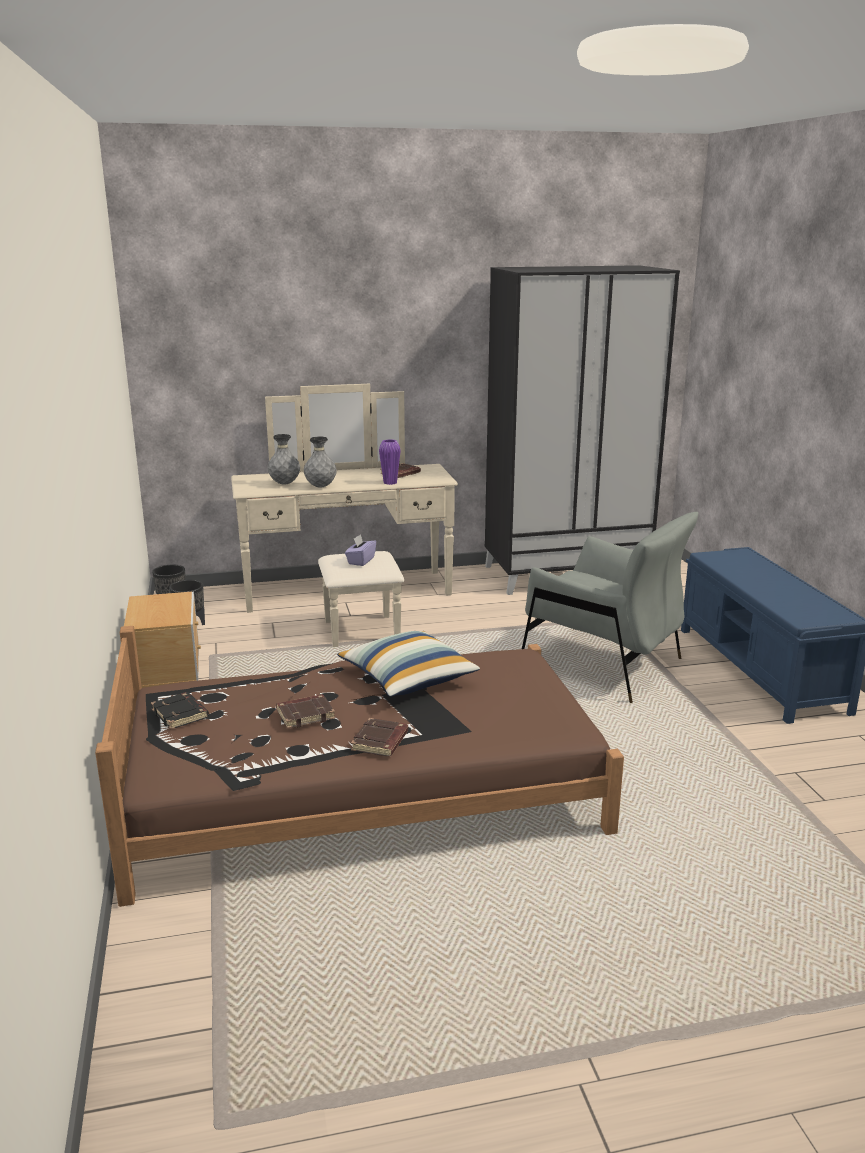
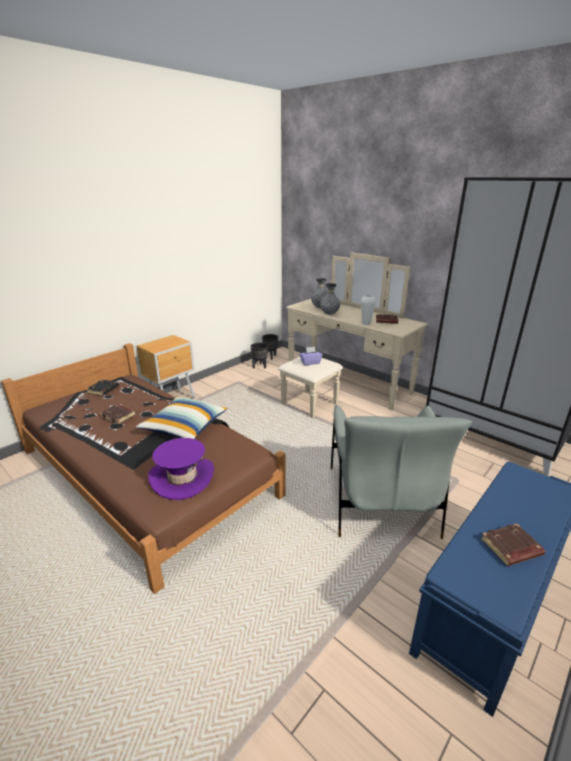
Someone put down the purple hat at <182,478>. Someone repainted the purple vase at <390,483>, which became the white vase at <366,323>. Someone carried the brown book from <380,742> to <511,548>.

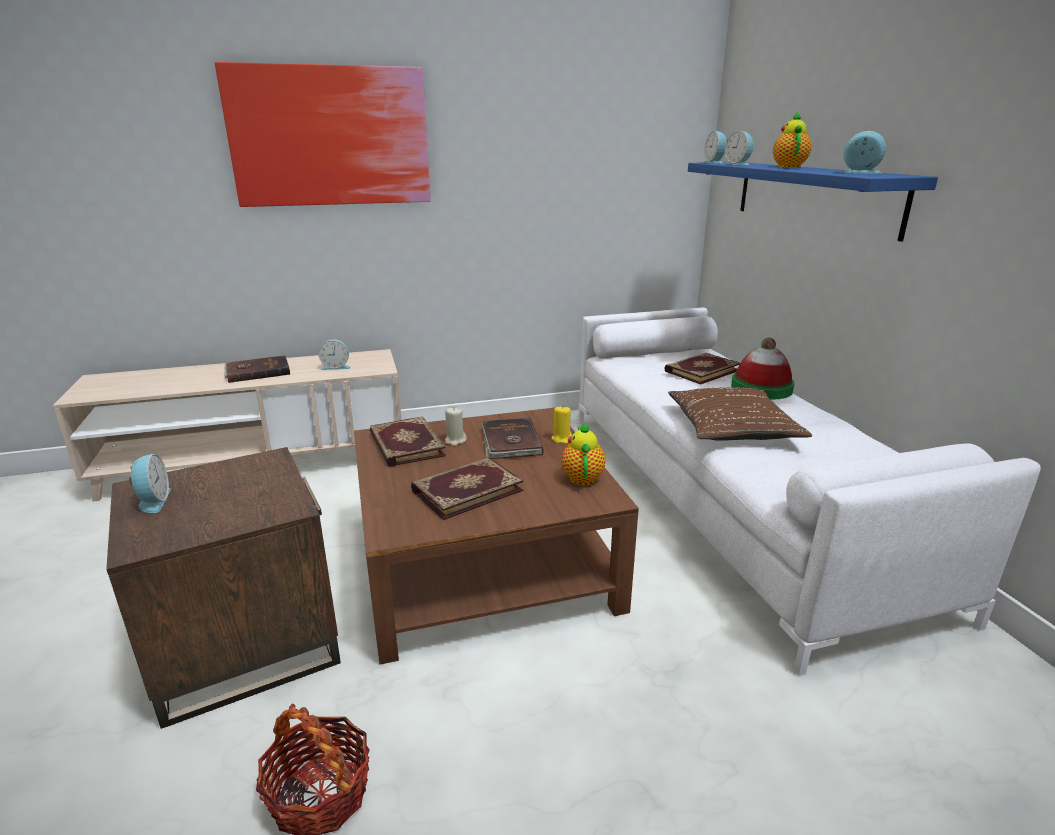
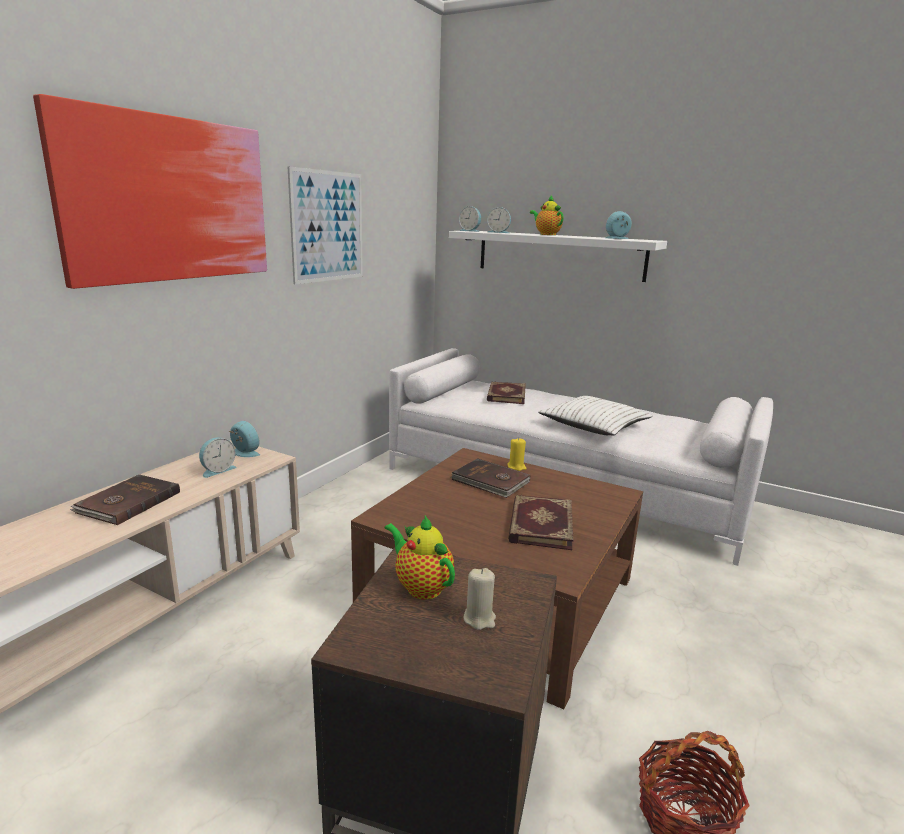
Someone carried the alarm clock from <153,501> to <244,453>. Someone put up the picture at <327,226>. Someone carried the teapot from <582,477> to <421,586>. Someone repainted the blue shelf at <813,196>, which became the white shelf at <559,255>. Someone carried the beige candle from <455,441> to <479,619>. Someone repainted the brown pillow at <732,427>, which became the white pillow at <594,426>. Someone took away the book at <405,445>. Someone took away the hat at <761,388>.

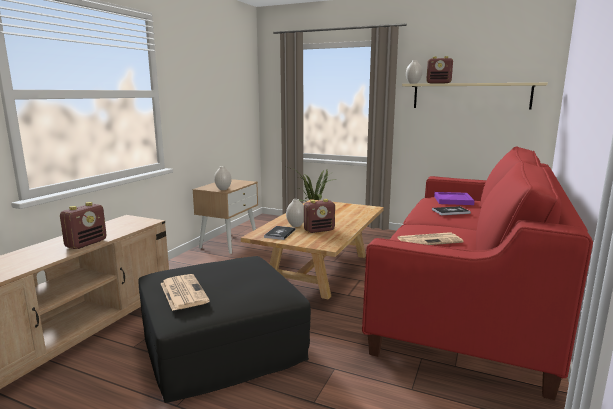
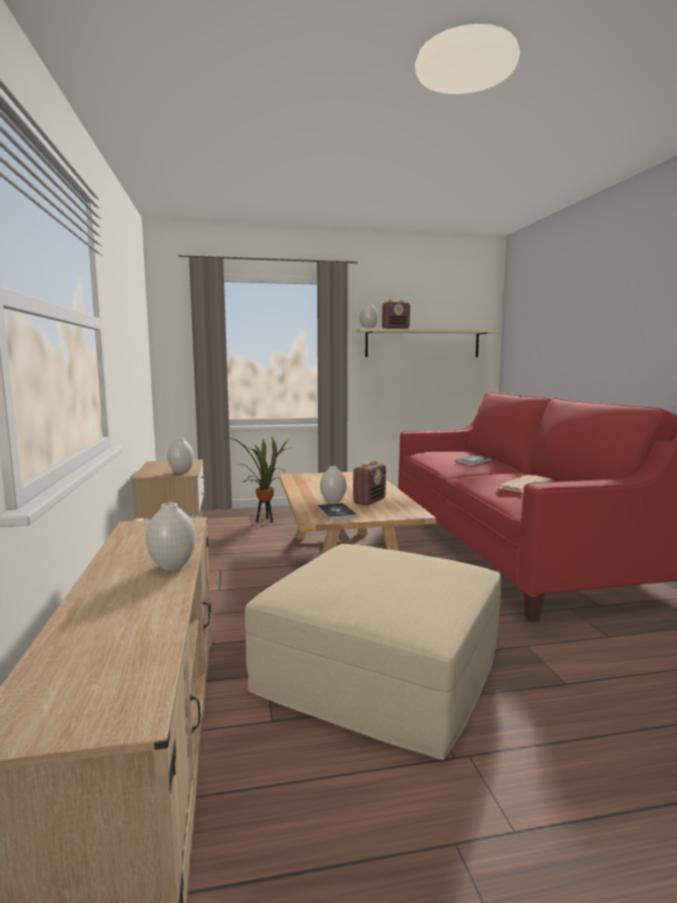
Someone swapped the radio at <86,243> for the white vase at <172,566>. Someone repainted the black ottoman at <222,345>, which became the beige ottoman at <382,670>. Someone took away the newspaper at <183,292>. Someone took away the purple tray at <452,200>.

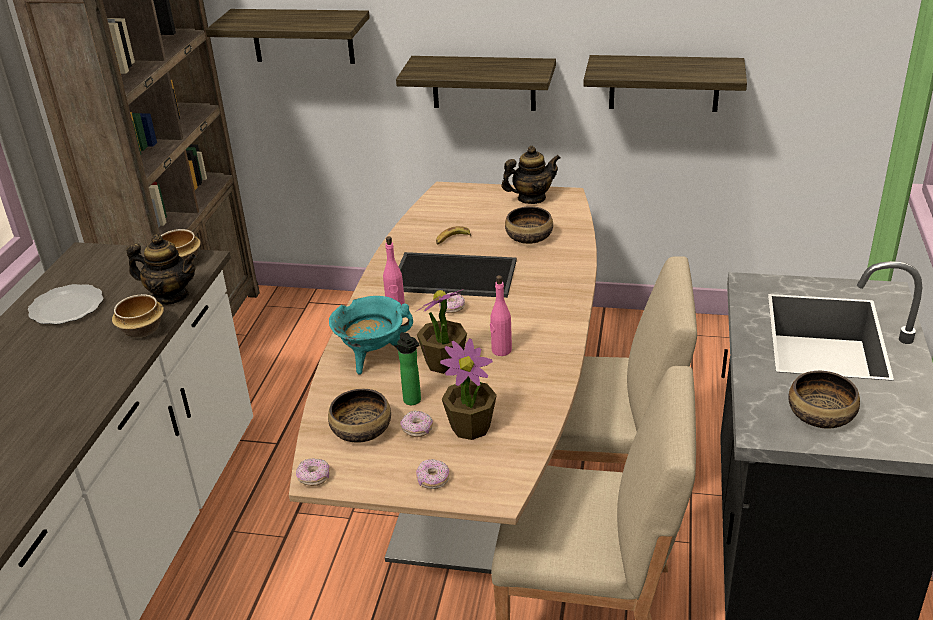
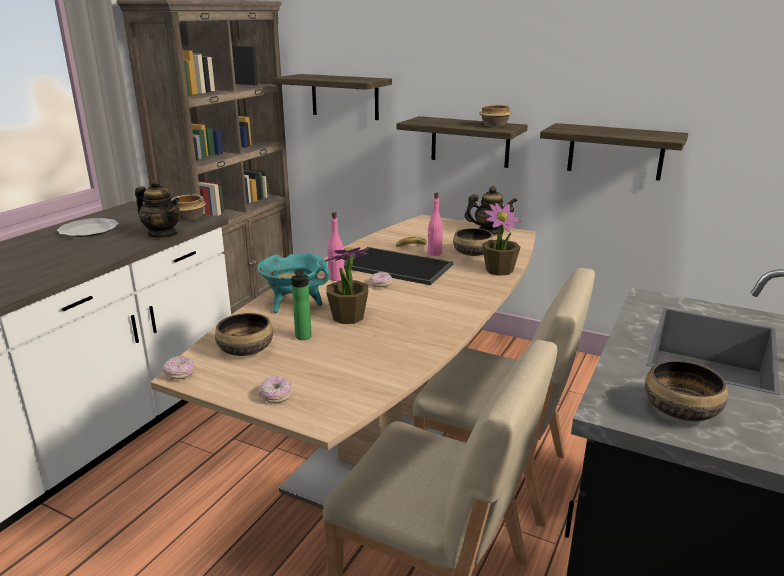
Someone carried the pink bottle from <501,350> to <434,253>. Someone carried the bowl from <143,330> to <495,125>. Someone carried the potted plant from <471,427> to <499,270>. Someone took away the donut at <417,430>.

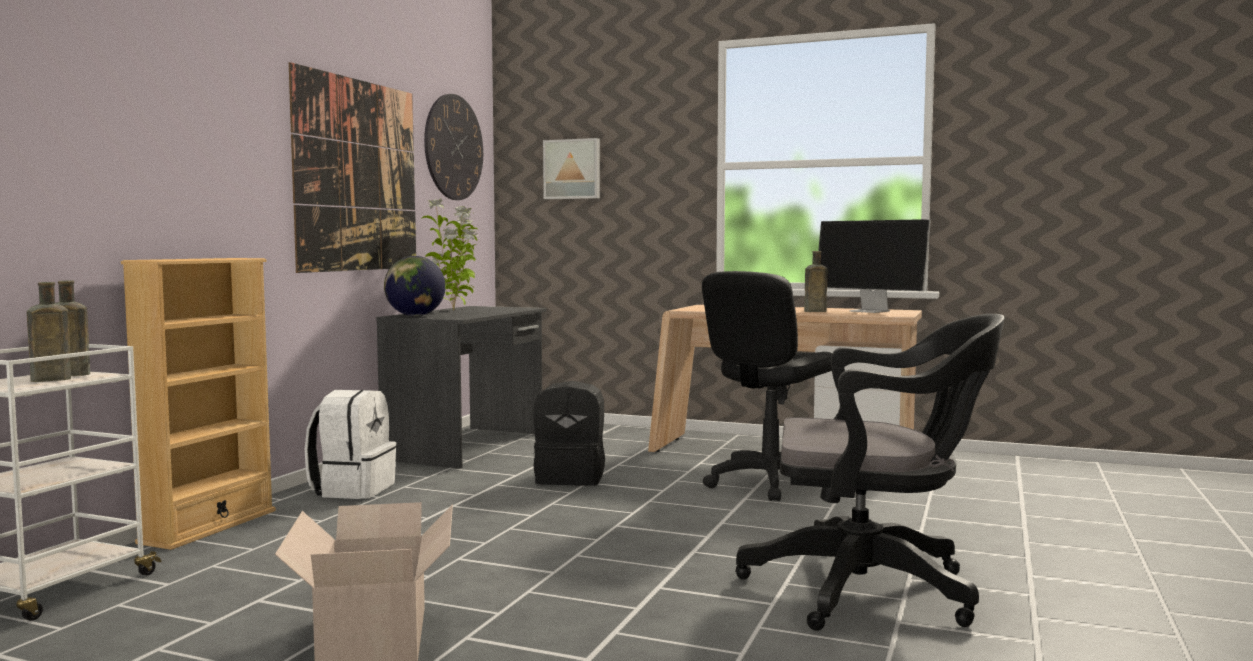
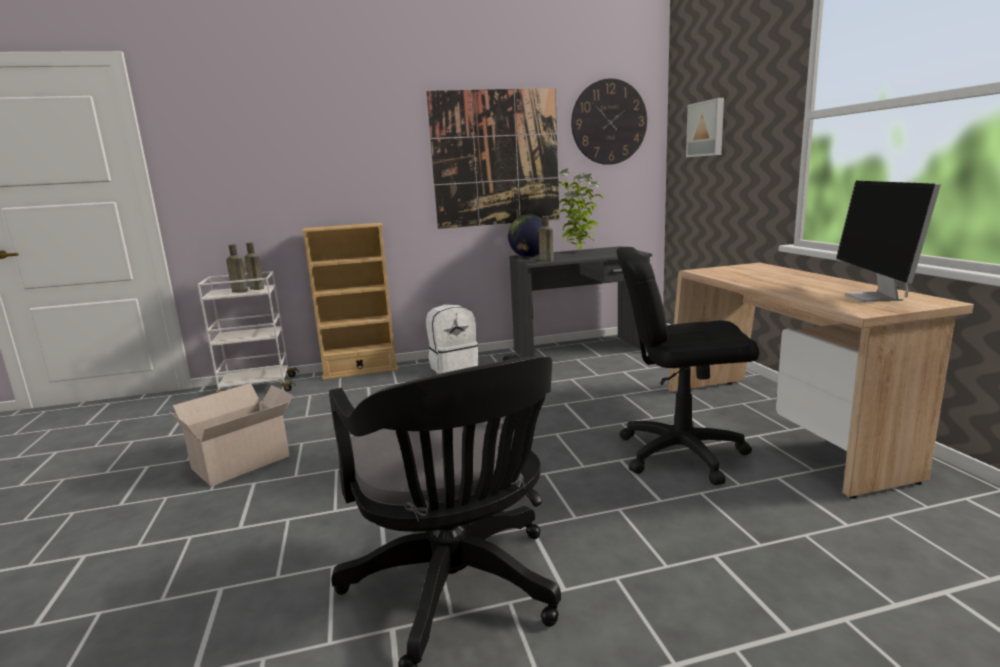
Someone carried the brown bottle from <813,311> to <545,260>. Someone took away the black backpack at <571,478>.

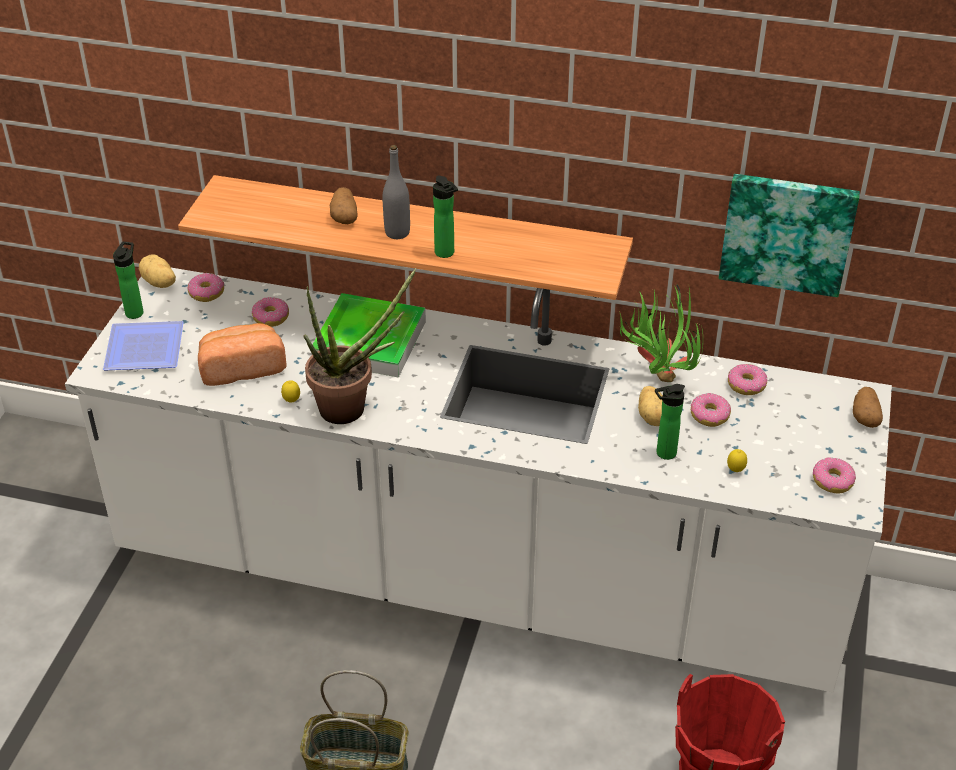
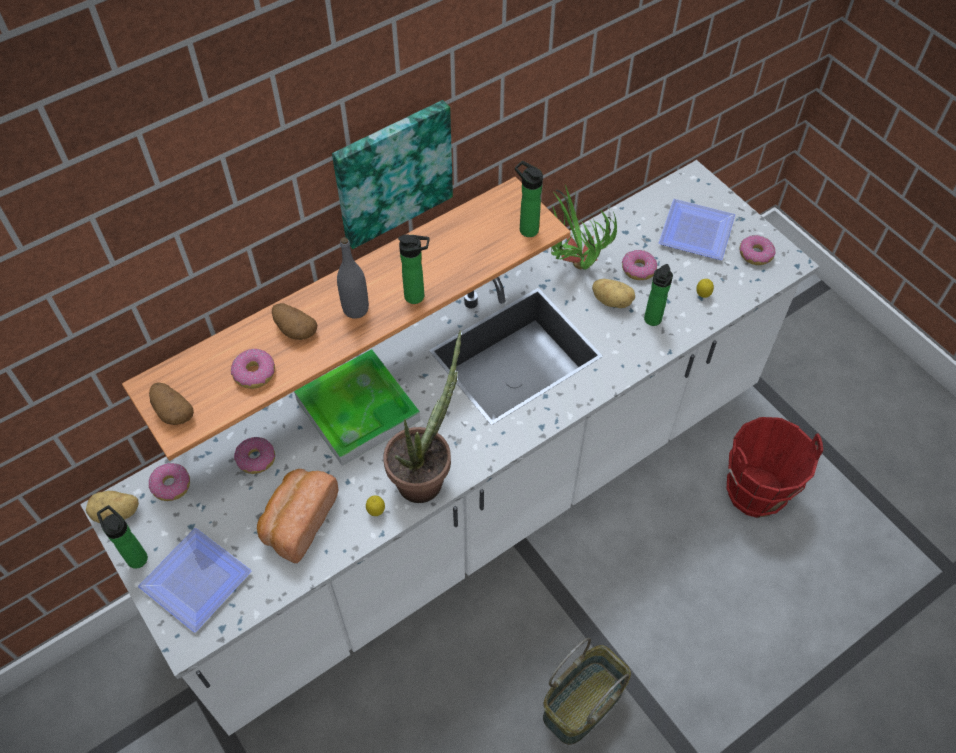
Someone carried the potato from <865,416> to <173,411>. Someone carried the donut from <746,385> to <254,373>. Someone carried the picture from <787,232> to <392,172>. Someone put down the bottle at <526,228>. Someone put down the plate at <693,233>.

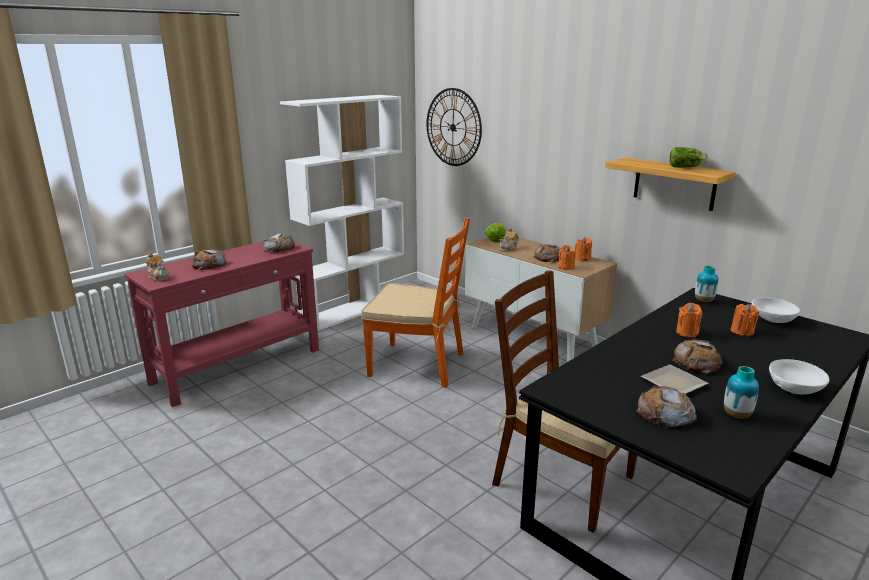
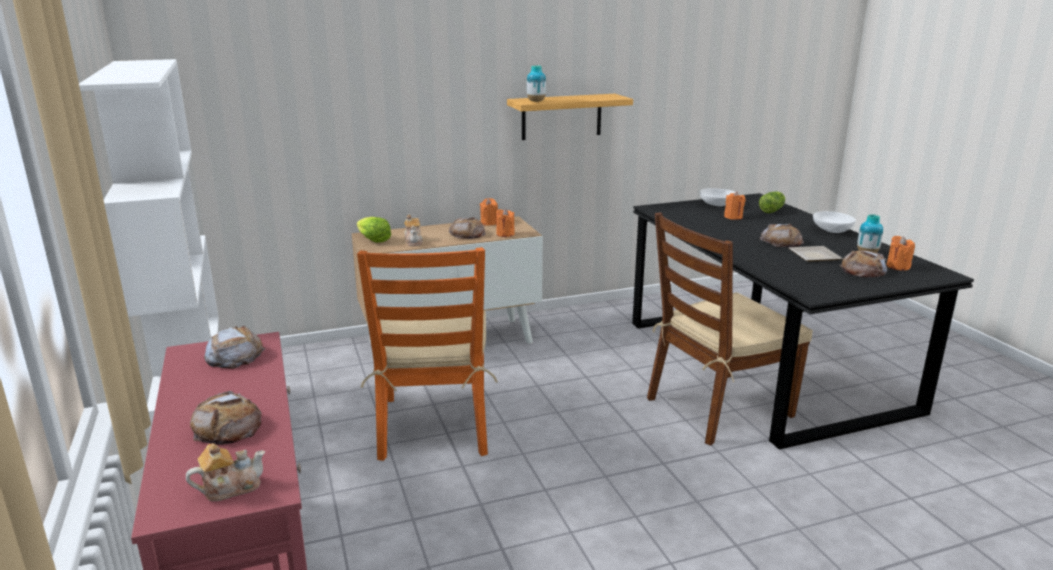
Someone rotated the orange chair at <418,364> by 135 degrees clockwise. Someone carried the vase from <703,301> to <536,101>. Someone carried the lettuce from <687,167> to <772,210>. Someone carried the orange candle from <687,333> to <898,266>. Someone took away the wall clock at <453,127>.

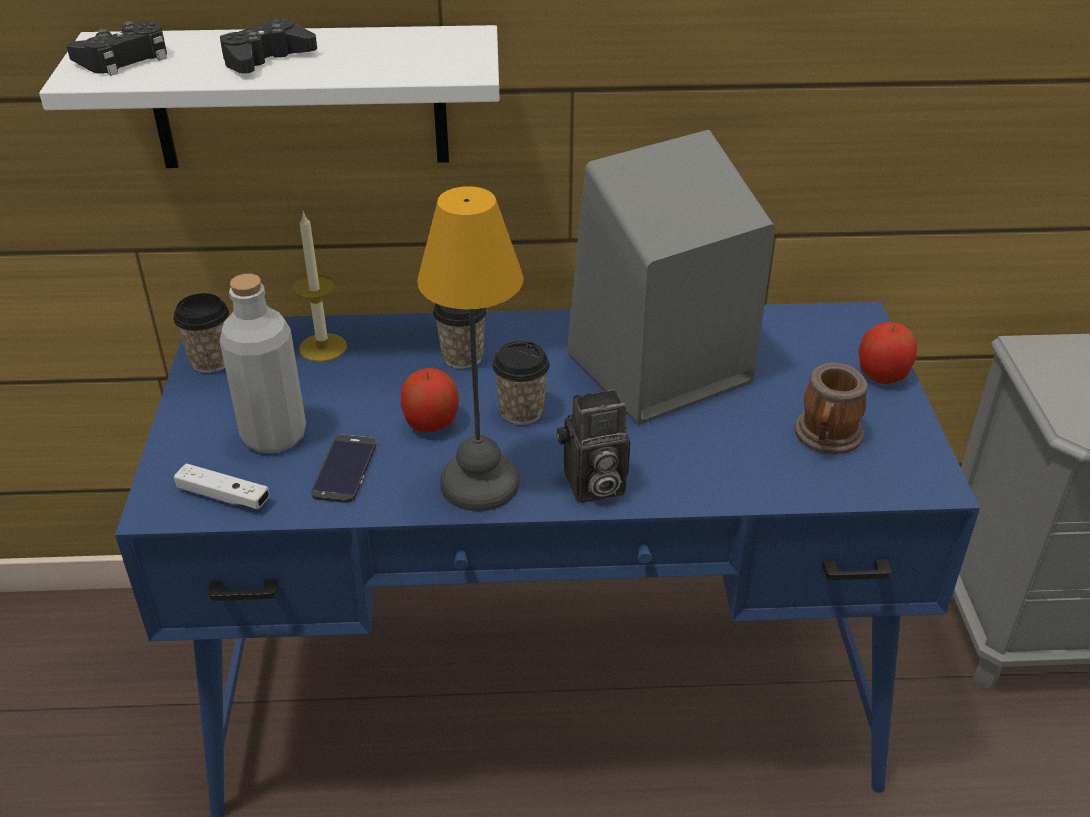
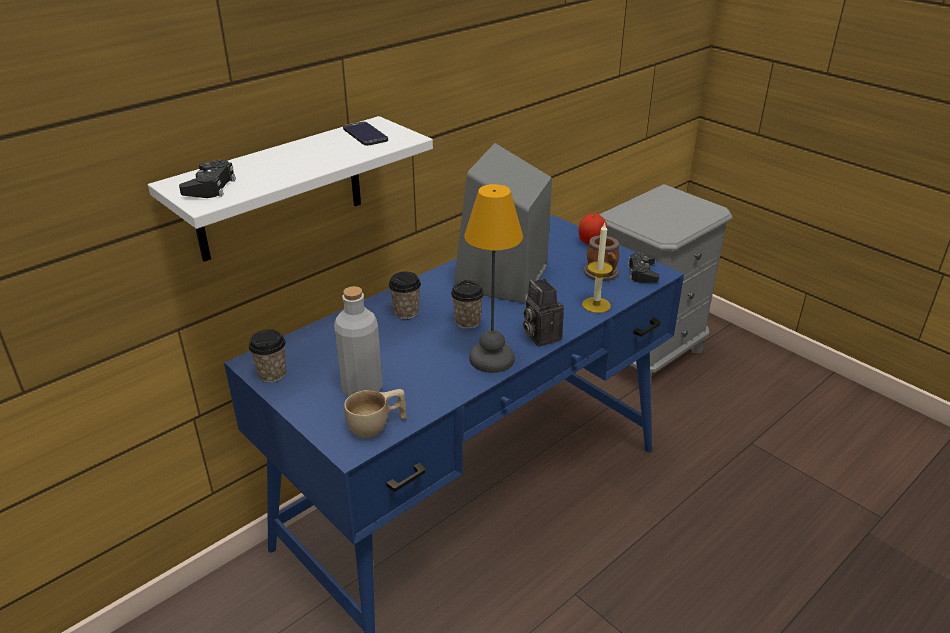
Someone carried the phone from <344,469> to <365,134>. Someone swapped the white game controller at <223,496> for the beige cup at <377,426>. Someone rotated the photo camera at <592,486> by 120 degrees clockwise. Someone carried the candle from <323,347> to <596,305>. Someone carried the black game controller from <266,59> to <642,273>. Someone took away the apple at <431,424>.

